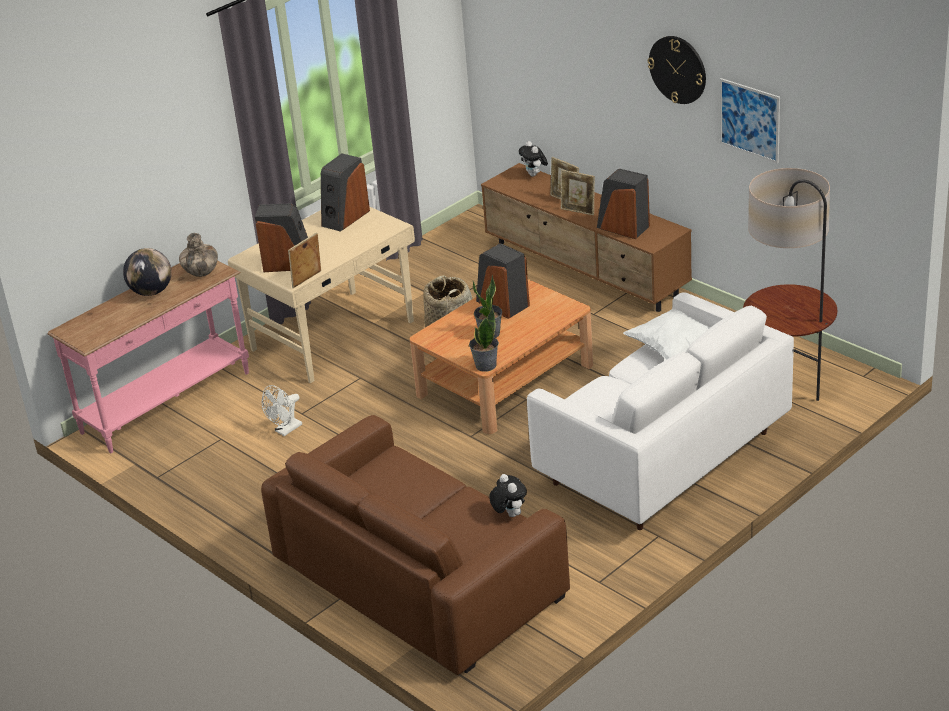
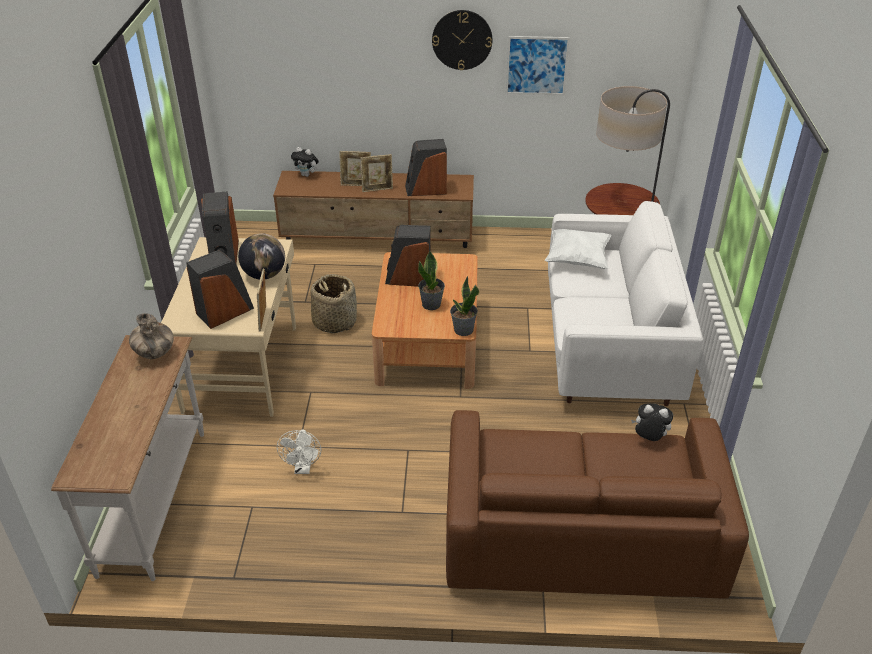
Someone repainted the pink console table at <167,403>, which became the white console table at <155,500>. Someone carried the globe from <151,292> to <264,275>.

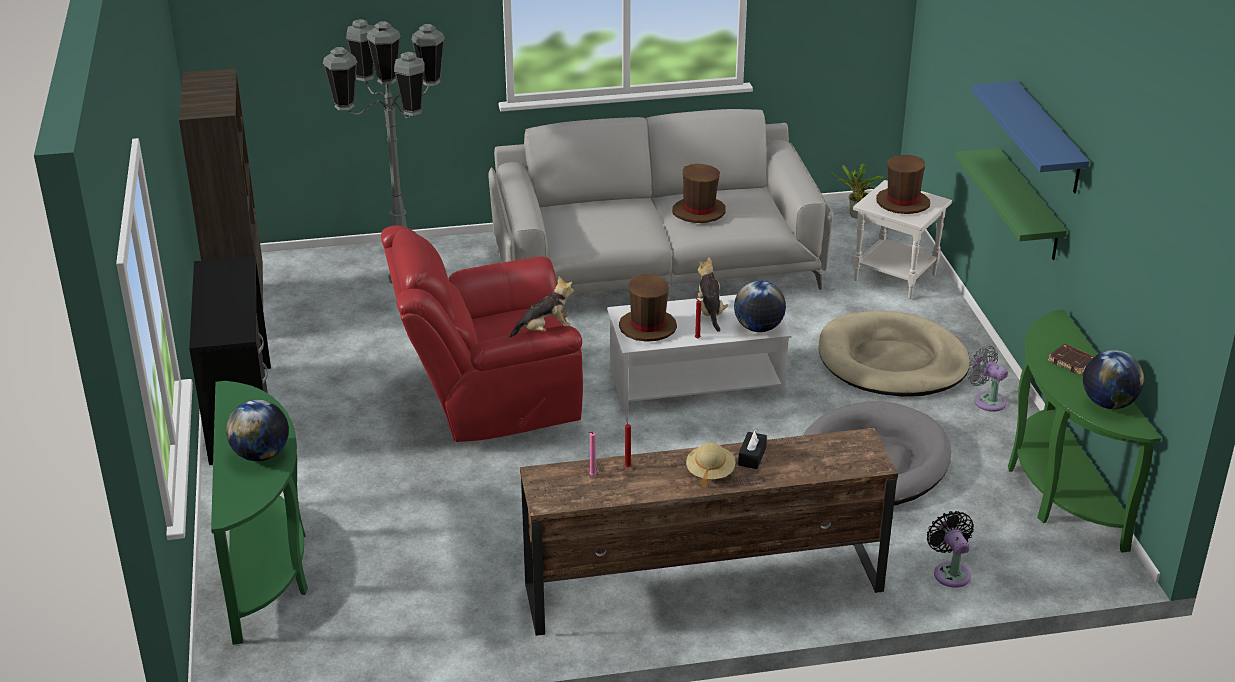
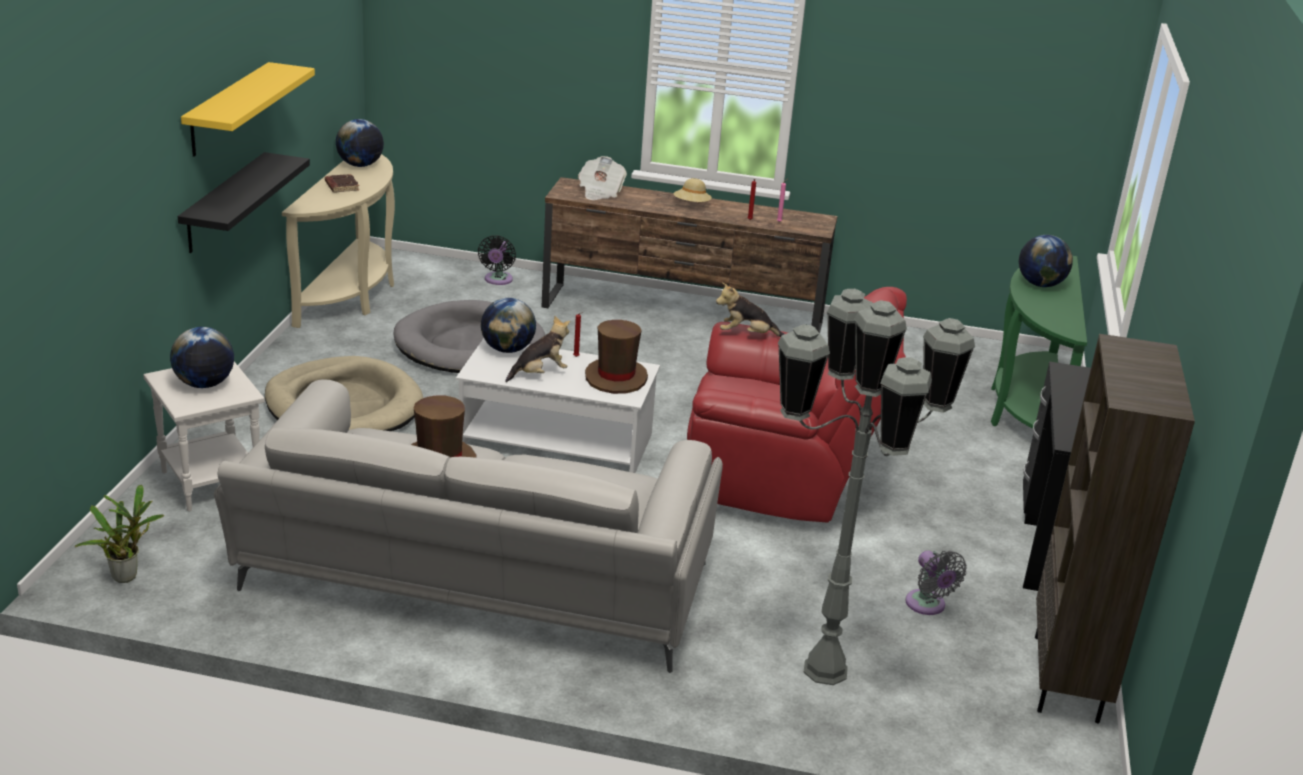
Someone swapped the brown hat at <902,203> for the globe at <204,384>. Someone repainted the green shelf at <1028,205>, which became the black shelf at <224,203>. Someone repainted the blue shelf at <1048,138>, which became the yellow shelf at <228,109>. Someone repainted the green console table at <1058,489>, which became the beige console table at <351,295>. Someone rotated the plush toy at <710,313> by 135 degrees counterclockwise. Someone put down the newspaper at <600,192>. Someone carried the grey fan from <986,400> to <927,606>. Someone took away the black tissue box at <752,456>.

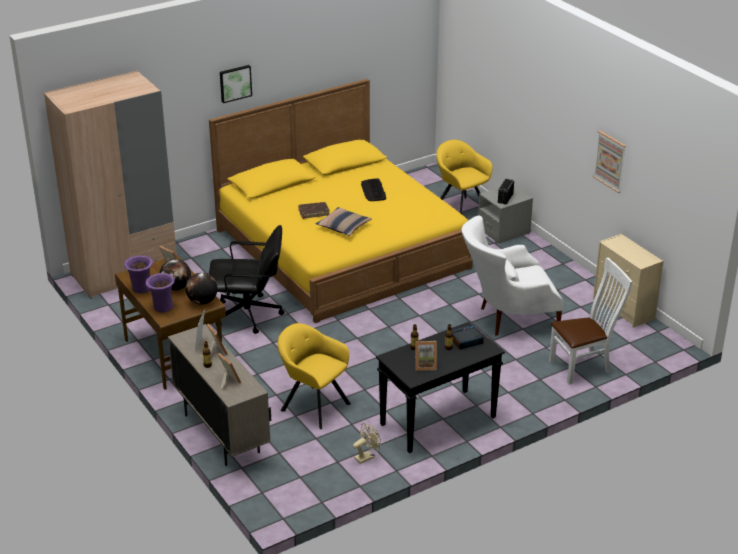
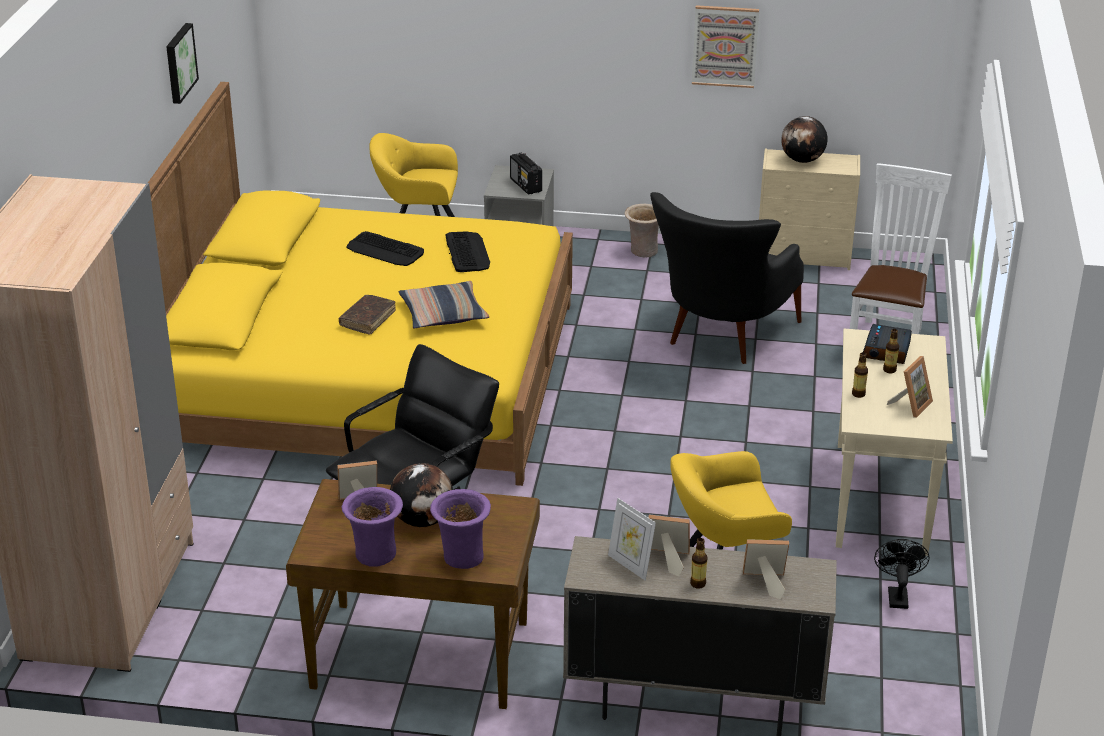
Someone carried the picture from <235,83> to <179,62>. Someone put down the keyboard at <467,252>. Someone put down the beige vase at <642,251>. Someone repainted the white armchair at <507,319>, which became the black armchair at <719,338>. Someone carried the globe from <202,302> to <802,160>. Someone repainted the black console table at <437,422>, which became the beige console table at <881,500>. Someone repainted the beige fan at <367,457>, which became the black fan at <897,595>.

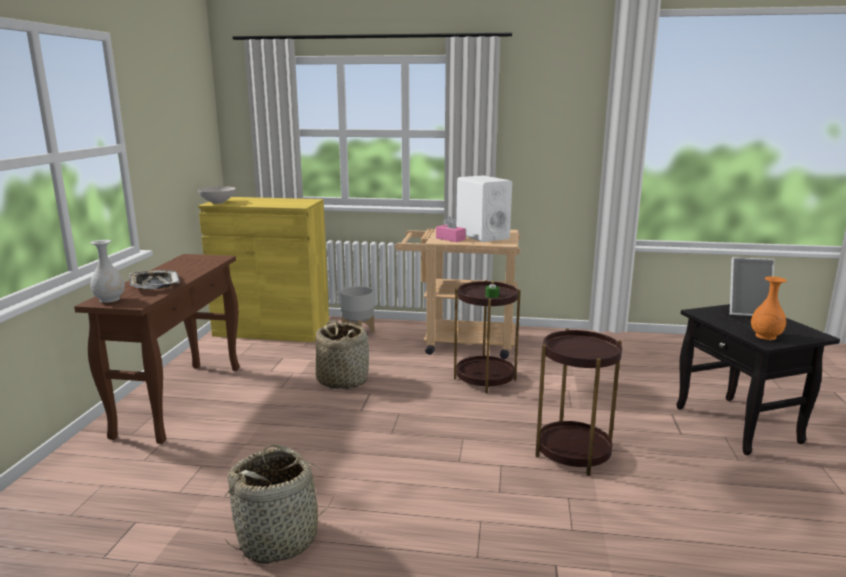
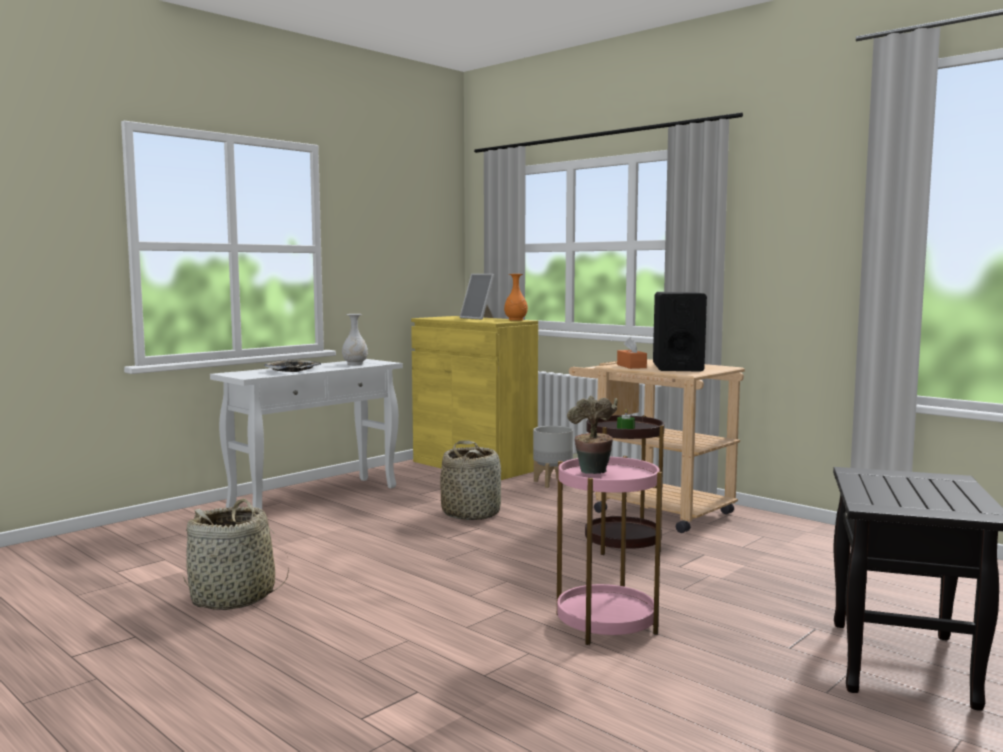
Someone repainted the brown console table at <181,399>, which became the white console table at <316,497>. Someone carried the white vase from <110,299> to <355,364>. Someone carried the picture frame from <747,312> to <479,318>. Someone carried the orange vase from <765,336> to <515,320>. Someone repainted the brown side table at <573,453>, which became the pink side table at <605,623>. Someone put down the potted plant at <593,474>. Someone repainted the pink tissue box at <450,239>, which became the orange tissue box at <631,366>. Someone repainted the white speaker at <482,236>, which became the black speaker at <677,367>. Someone took away the white bowl at <217,202>.

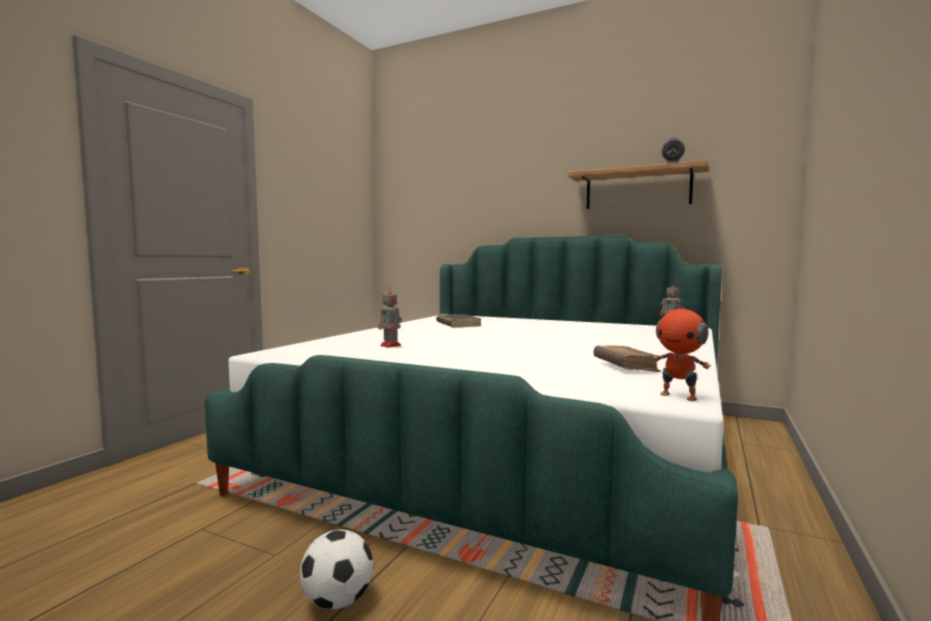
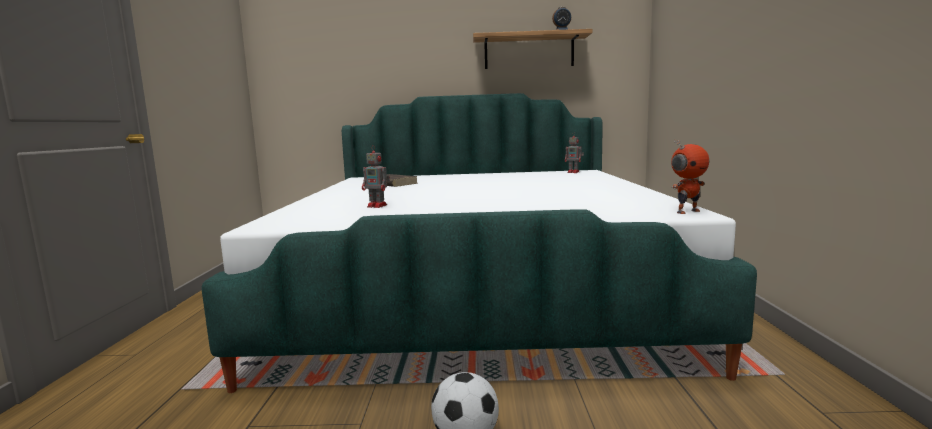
Someone rotated the toy robot at <679,396> by 45 degrees counterclockwise. Someone took away the brown book at <625,367>.

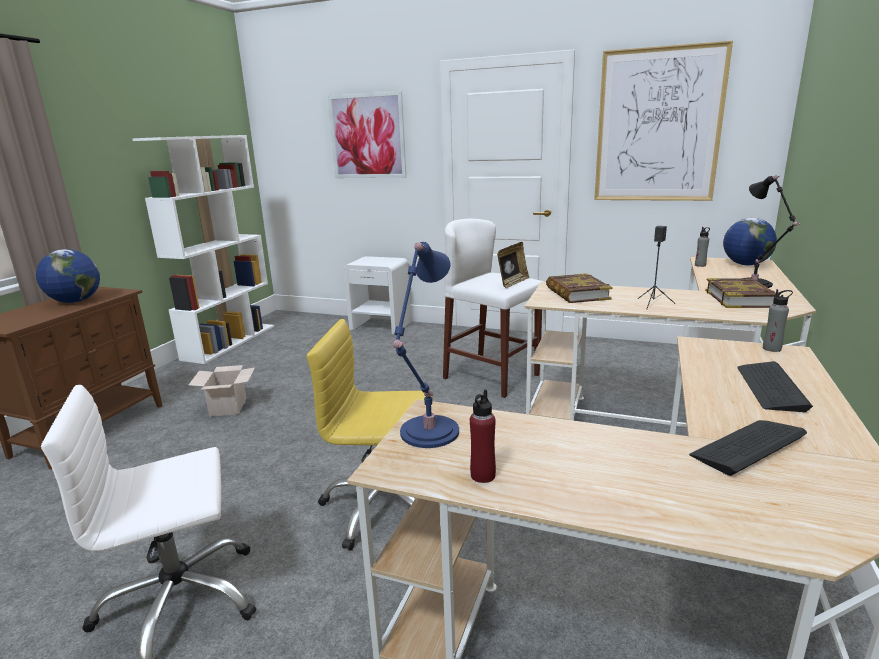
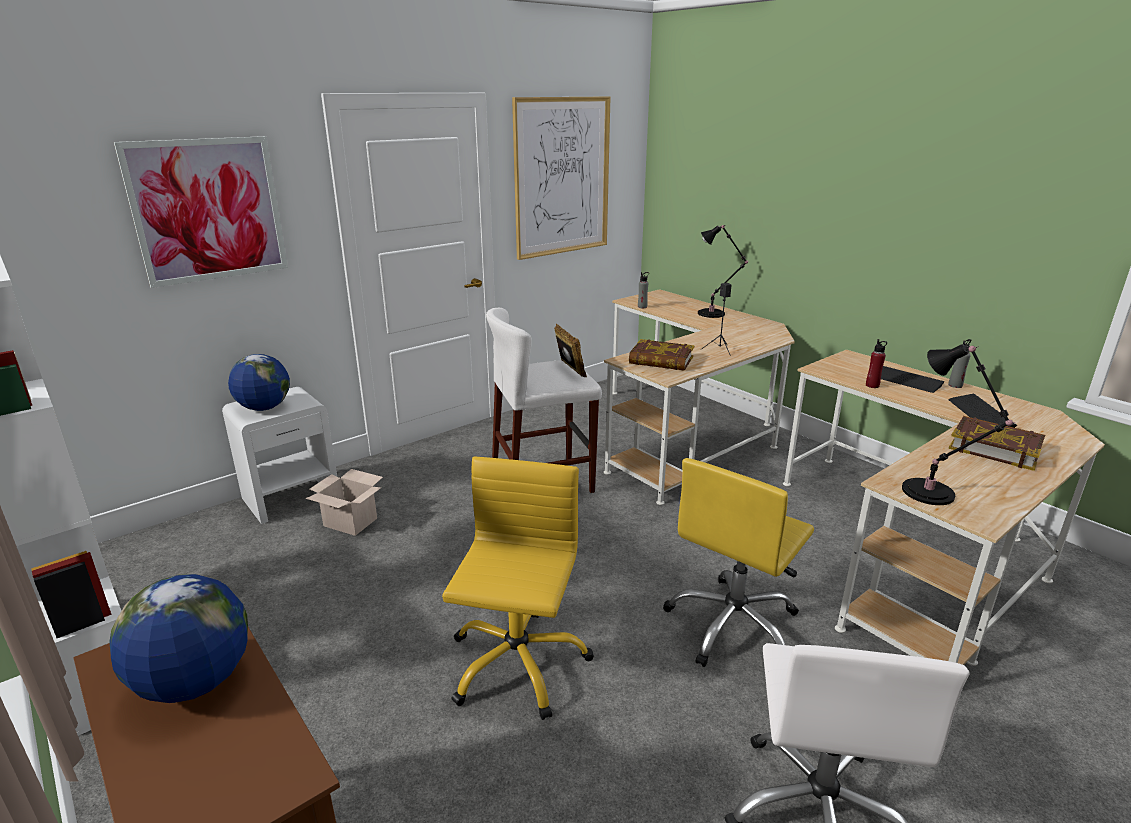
Someone carried the globe from <745,264> to <264,408>. Someone carried the cardboard box from <228,407> to <352,522>. Someone put down the yellow office chair at <517,663>. Someone carried the red bottle from <482,475> to <872,385>. Someone repainted the blue table lamp at <427,434>, which became the black table lamp at <932,494>. Someone carried the grey bottle from <772,348> to <955,385>. Someone carried the book from <740,299> to <995,448>.

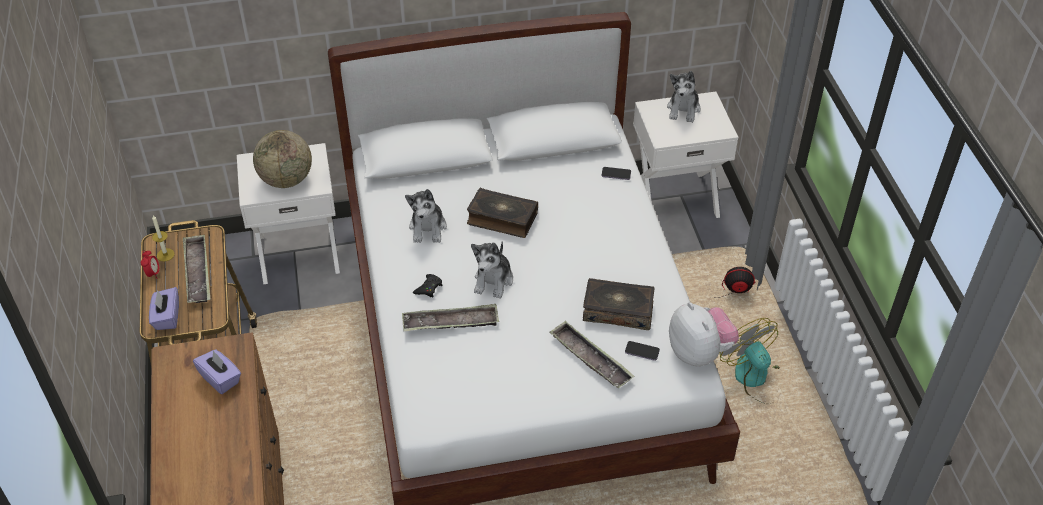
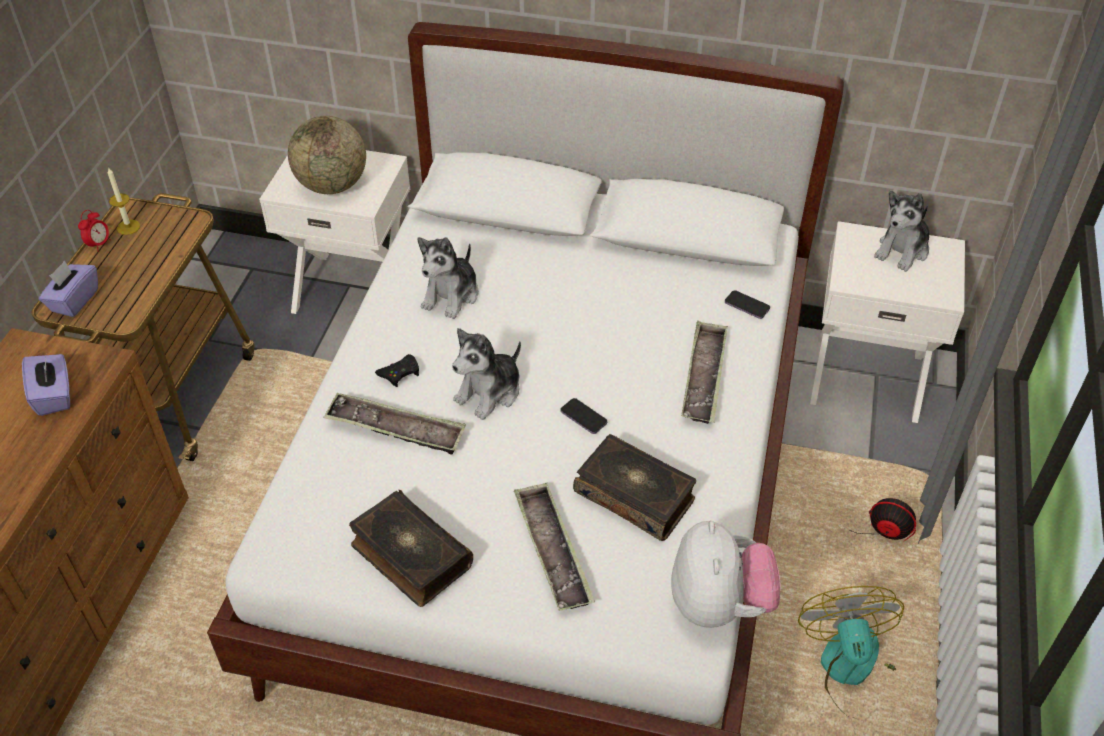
Someone carried the book from <502,219> to <410,556>. Someone carried the phone from <642,351> to <583,417>. Someone carried the tray from <197,273> to <704,377>.

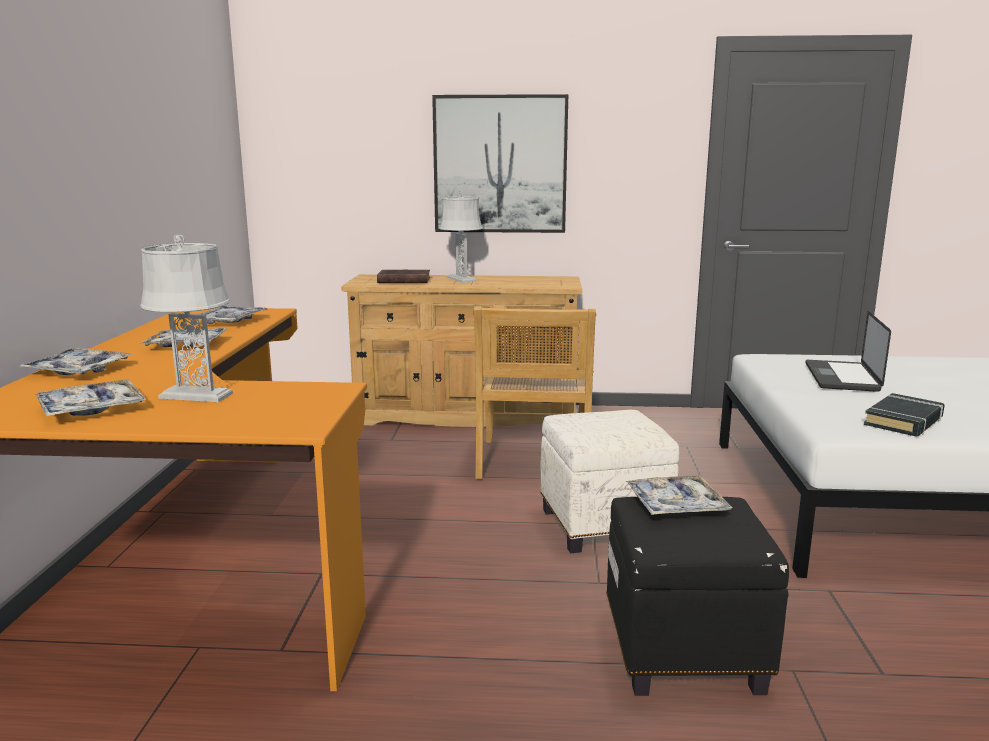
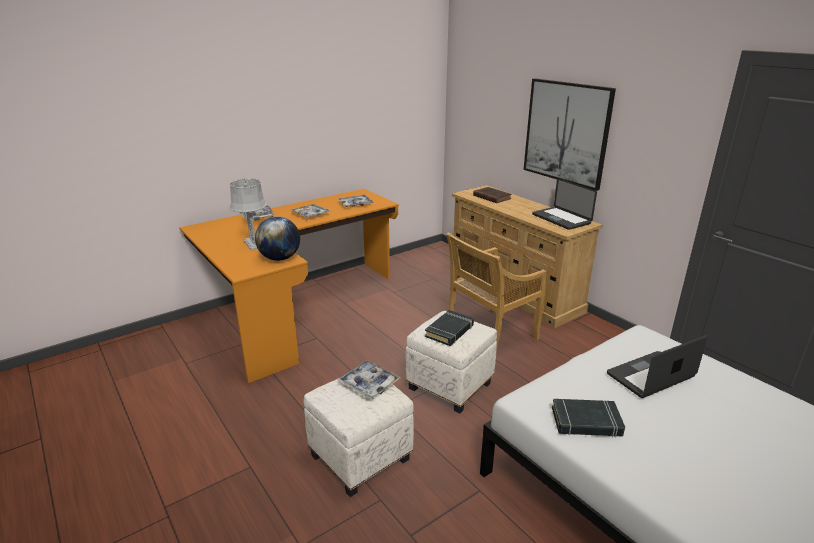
Someone put down the globe at <280,258>. Someone repainted the black ottoman at <682,650>, which became the white ottoman at <360,456>. Someone put down the black book at <450,331>. Someone put down the laptop at <561,219>. Someone took away the tray at <91,409>. Someone took away the grey table lamp at <461,279>.

